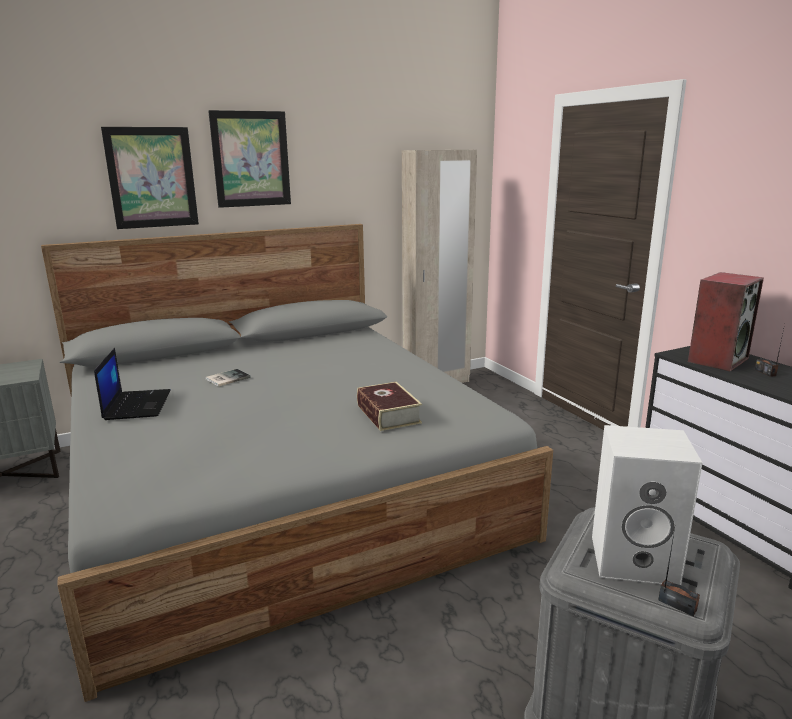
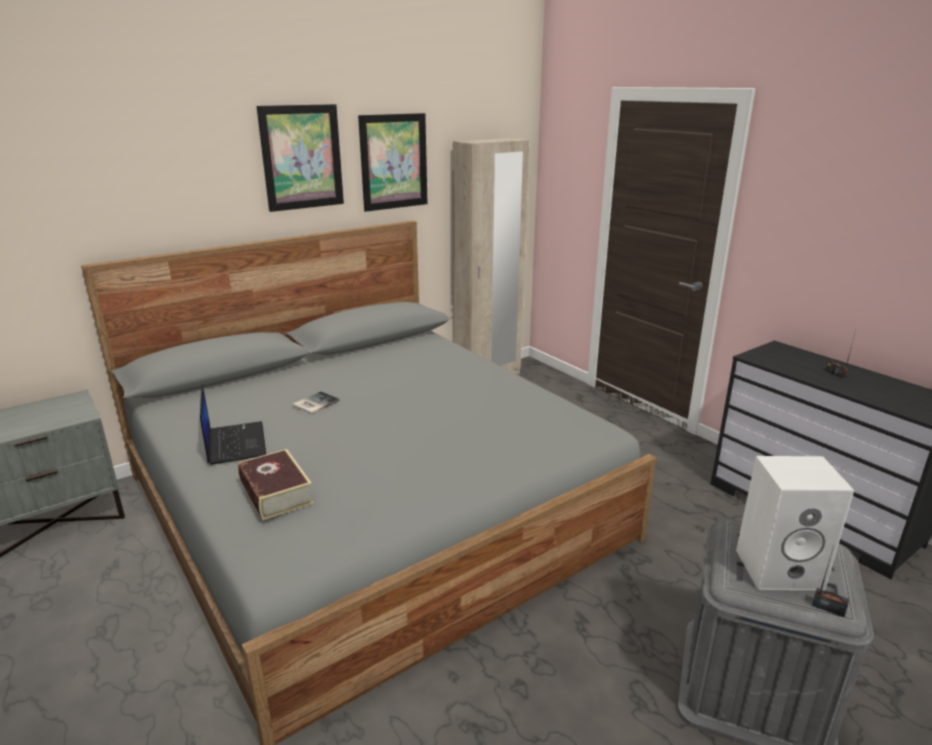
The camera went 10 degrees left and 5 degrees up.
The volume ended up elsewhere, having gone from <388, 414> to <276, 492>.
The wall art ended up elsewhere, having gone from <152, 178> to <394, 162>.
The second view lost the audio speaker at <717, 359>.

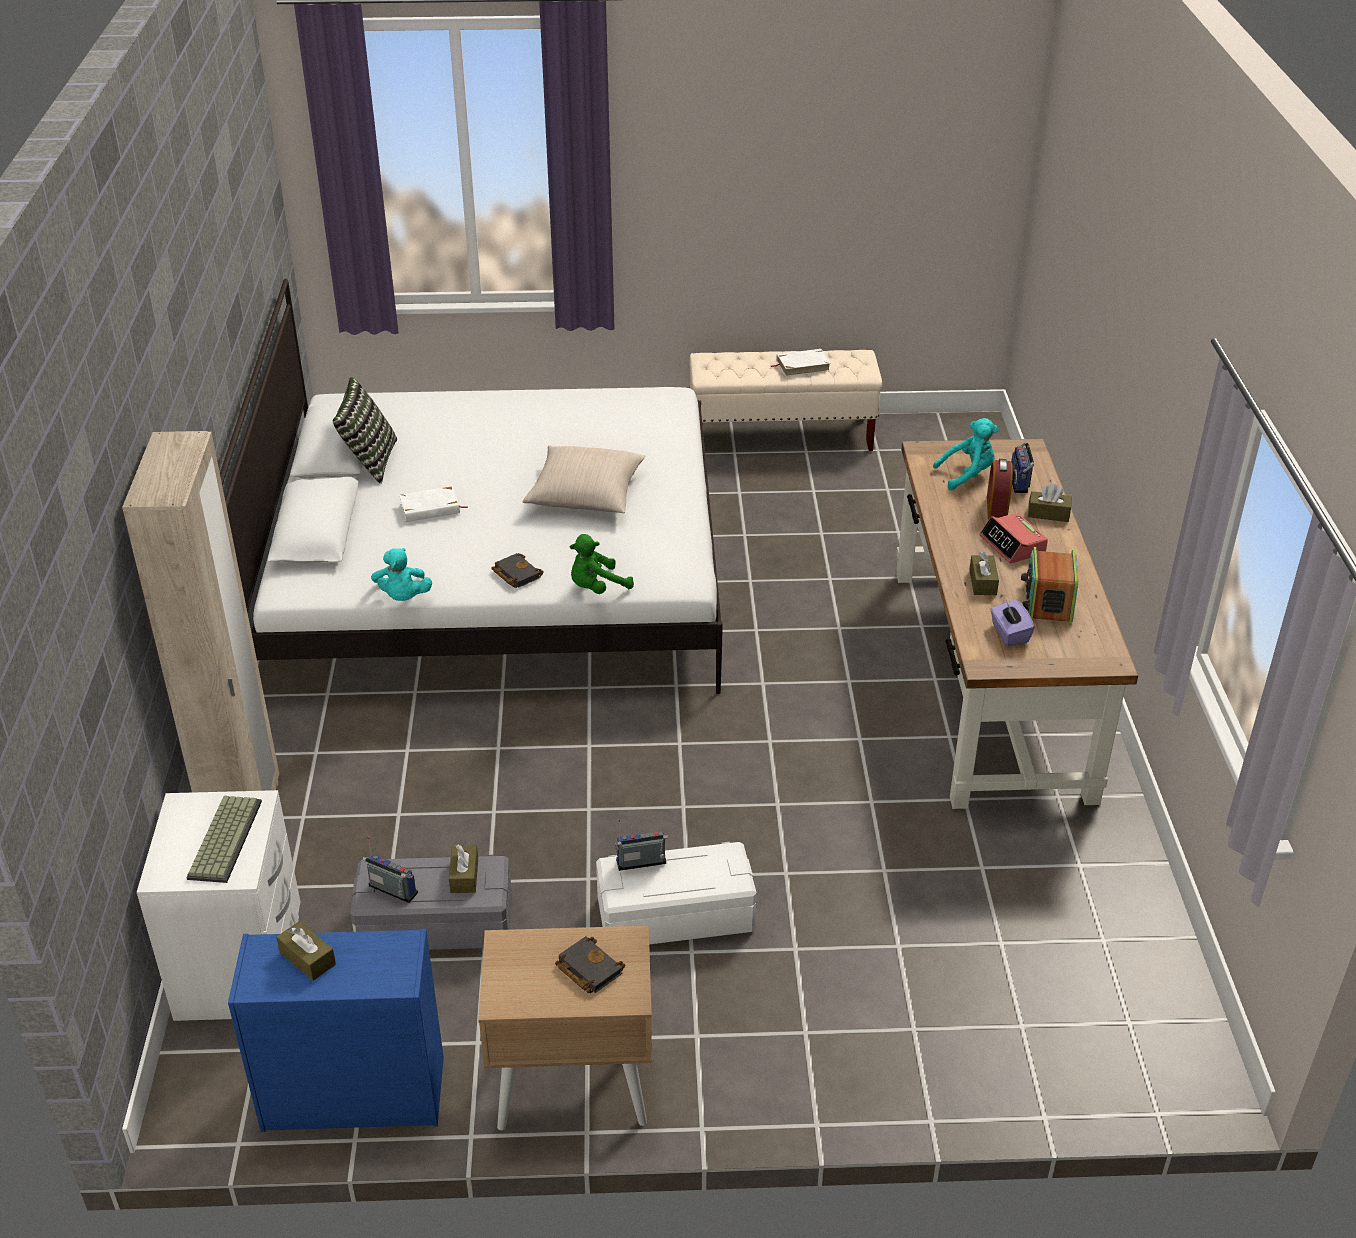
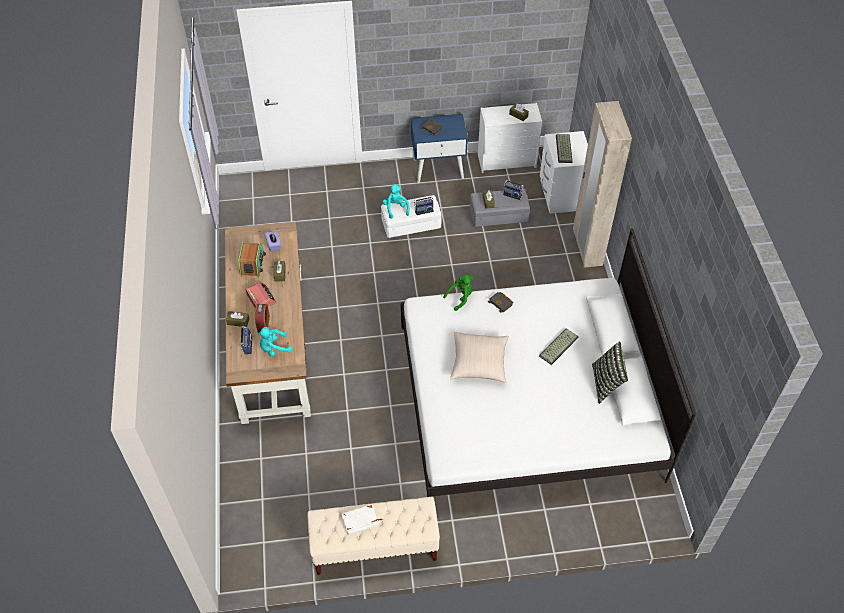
The camera went 175 degrees right and 15 degrees up.
The blue-green soft toy ended up elsewhere, having gone from <403, 597> to <396, 208>.
What was the beige-coloured night table at <571, 1082> turned into the bluish night table at <438, 168>.
What was the bluish drawer chest at <351, 1094> turned into the whitish drawer chest at <507, 161>.
Where the whitish volume stood at <430, 508>, the PC keyboard came to stand at <558, 346>.

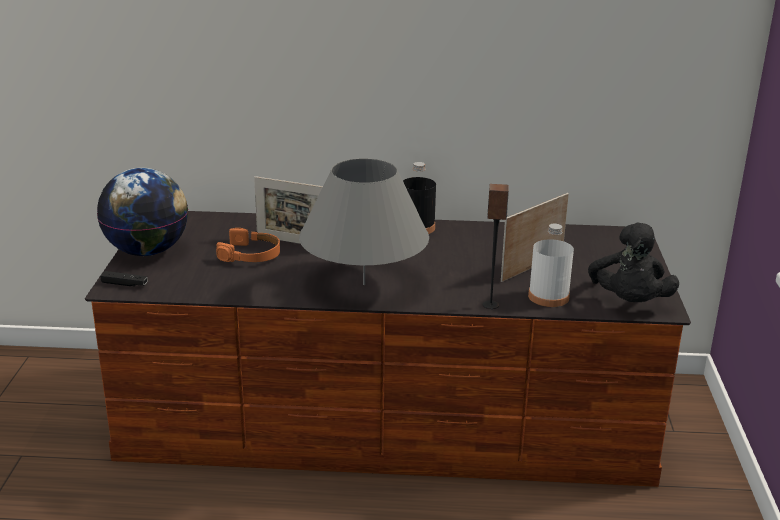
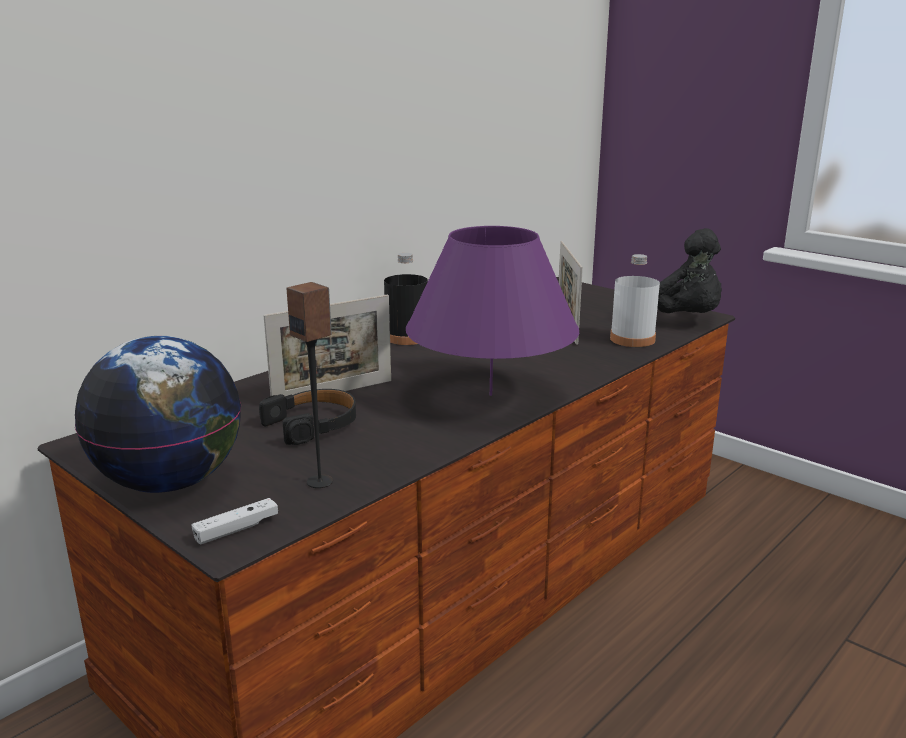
The camera went 50 degrees left and 5 degrees down.
What was the blackish joypad at <124, 284> turned into the whitish joypad at <237, 529>.
What was the orangey headphones at <251, 255> turned into the blackish headphones at <313, 424>.
The audio speaker ended up elsewhere, having gone from <491, 305> to <320, 481>.
What was the grey lamp for a table at <364, 284> turned into the purple lamp for a table at <491, 395>.

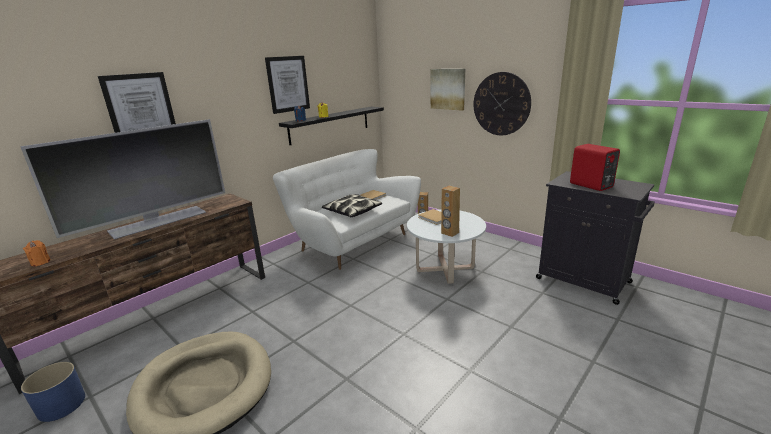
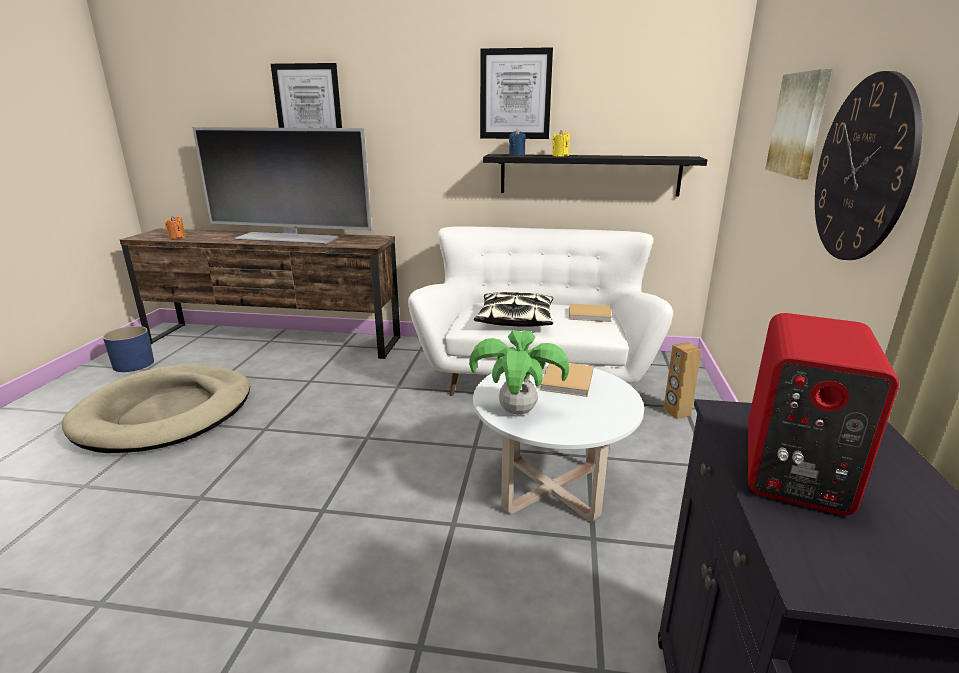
The camera went 55 degrees right and 0 degrees up.
Where the brownish audio speaker stood at <450, 233>, the potted plant came to stand at <518, 411>.

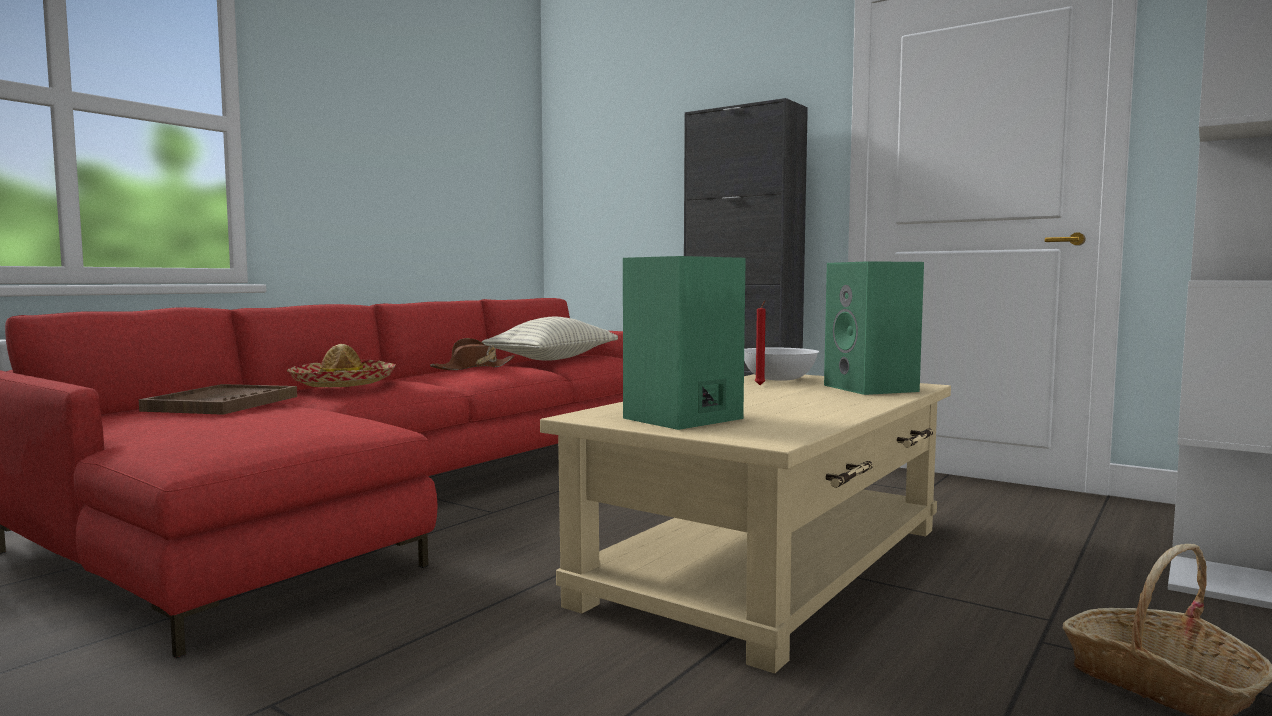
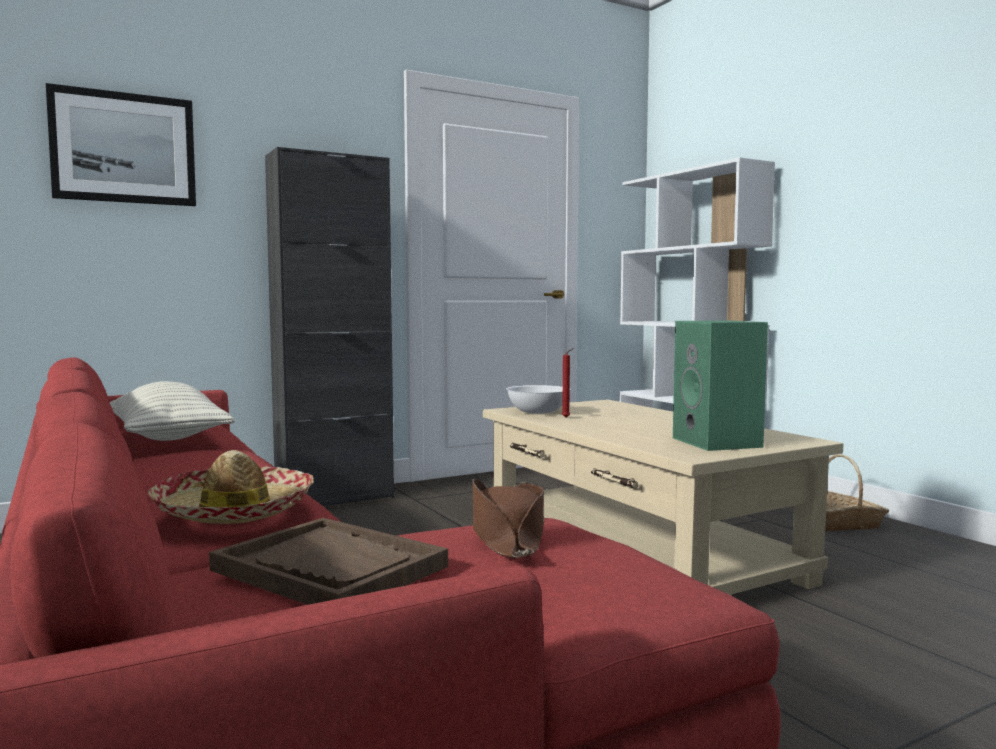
The camera went 65 degrees left and 0 degrees up.
The second view gained the wall art at <124, 148>.
The brownish wearable hat ended up elsewhere, having gone from <473, 368> to <507, 536>.
The second view lost the green audio speaker at <873, 388>.

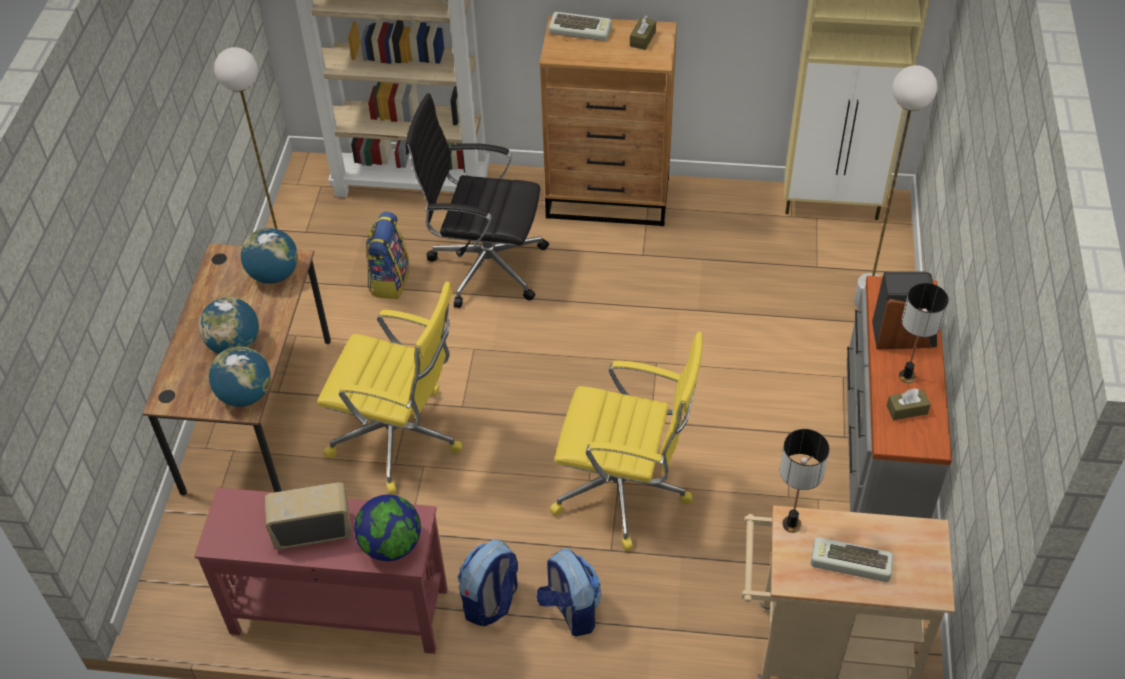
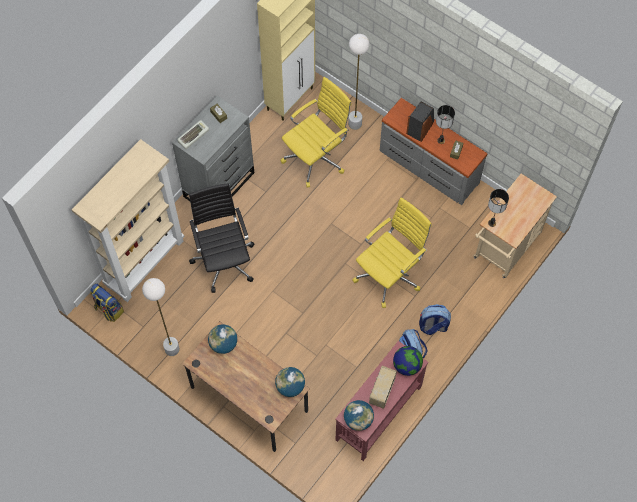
The camera went 60 degrees left and 15 degrees up.
The knapsack ended up elsewhere, having gone from <389, 280> to <108, 309>.
What was the brownish drawer chest at <609, 198> turned into the grey drawer chest at <219, 184>.
The blackish desk chair at <484, 265> ended up facing another way, 120 degrees clockwise from before.
The yellowish desk chair ended up elsewhere, having gone from <400, 438> to <316, 157>.
The globe ended up elsewhere, having gone from <234, 345> to <358, 420>.
The second view lost the PC keyboard at <850, 564>.

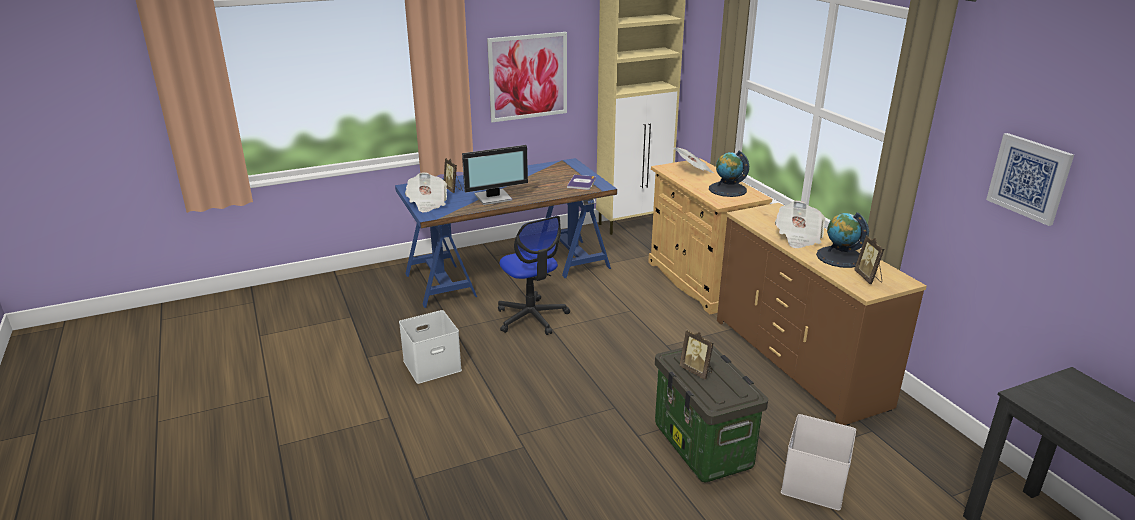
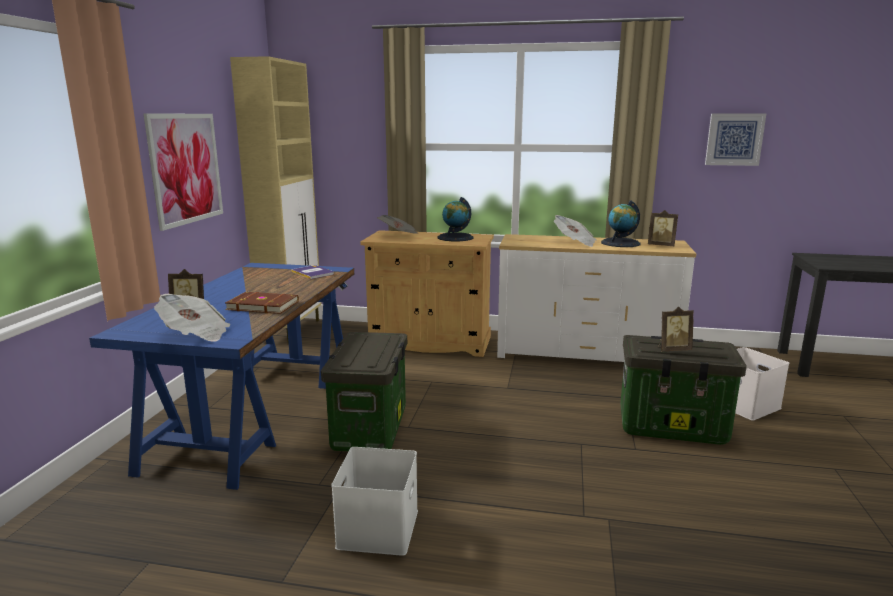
The camera went 55 degrees left and 10 degrees down.
Where the monitor stood at <494, 198>, the brownish volume came to stand at <263, 305>.
Where the desk chair stood at <531, 317>, the storage container came to stand at <371, 430>.
What was the brownish drawer chest at <799, 361> turned into the whitish drawer chest at <585, 354>.

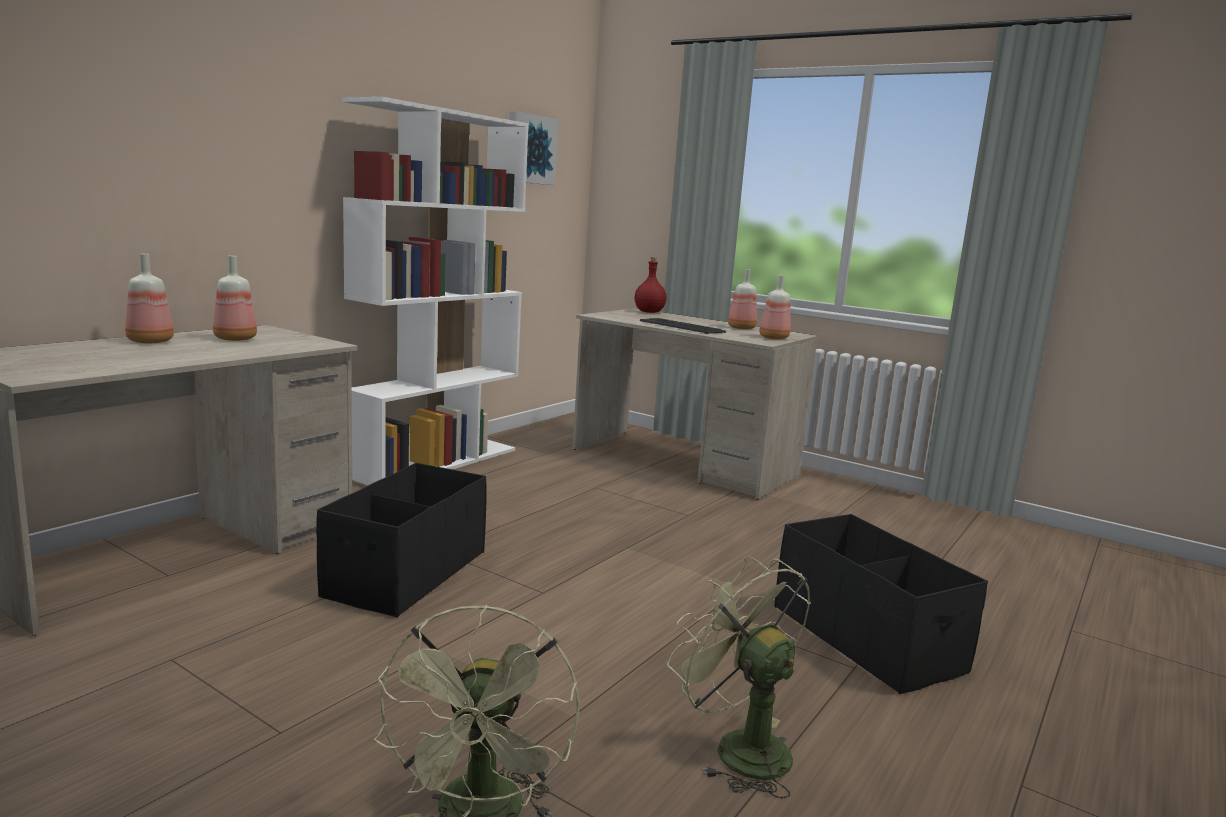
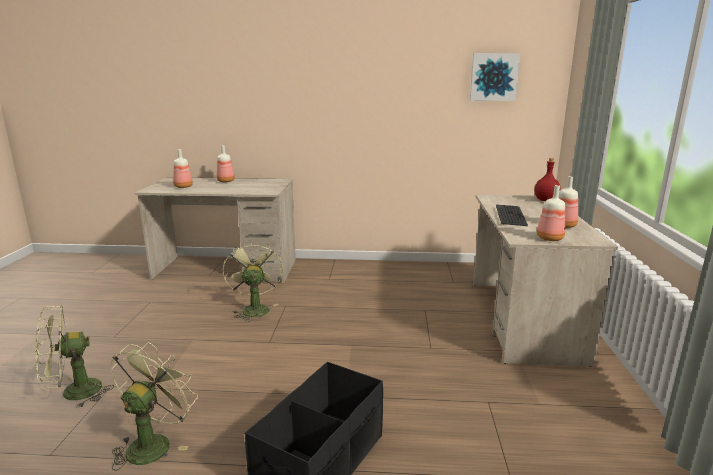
The camera went 60 degrees right and 5 degrees up.
The bottle ended up elsewhere, having gone from <235, 339> to <182, 187>.
Where the blackish storage container stood at <406, 573>, the green fan came to stand at <254, 308>.
The second view lost the whitish bookshelf at <436, 462>.

